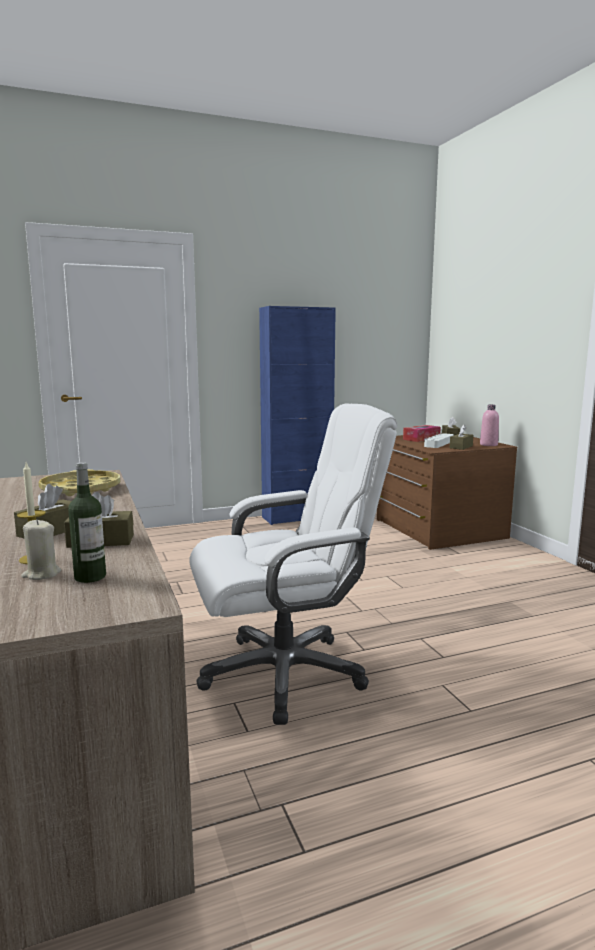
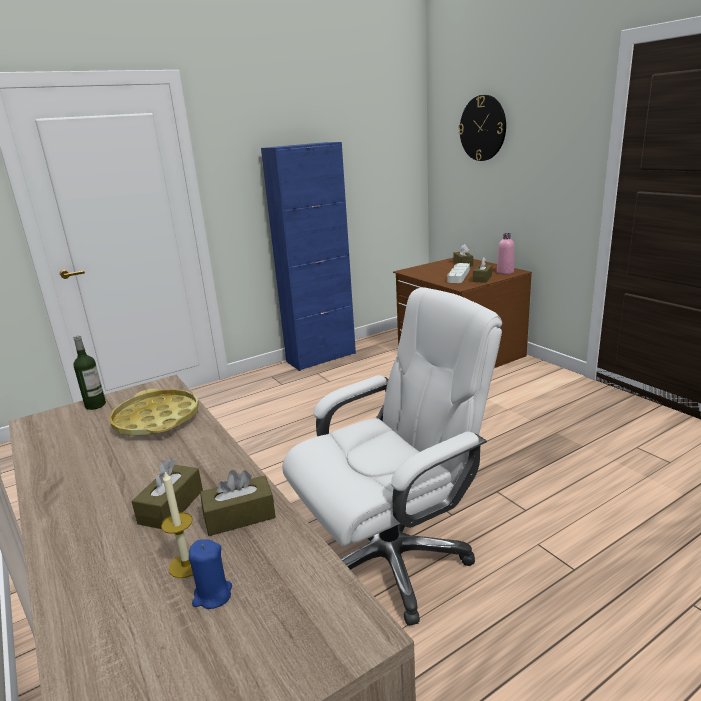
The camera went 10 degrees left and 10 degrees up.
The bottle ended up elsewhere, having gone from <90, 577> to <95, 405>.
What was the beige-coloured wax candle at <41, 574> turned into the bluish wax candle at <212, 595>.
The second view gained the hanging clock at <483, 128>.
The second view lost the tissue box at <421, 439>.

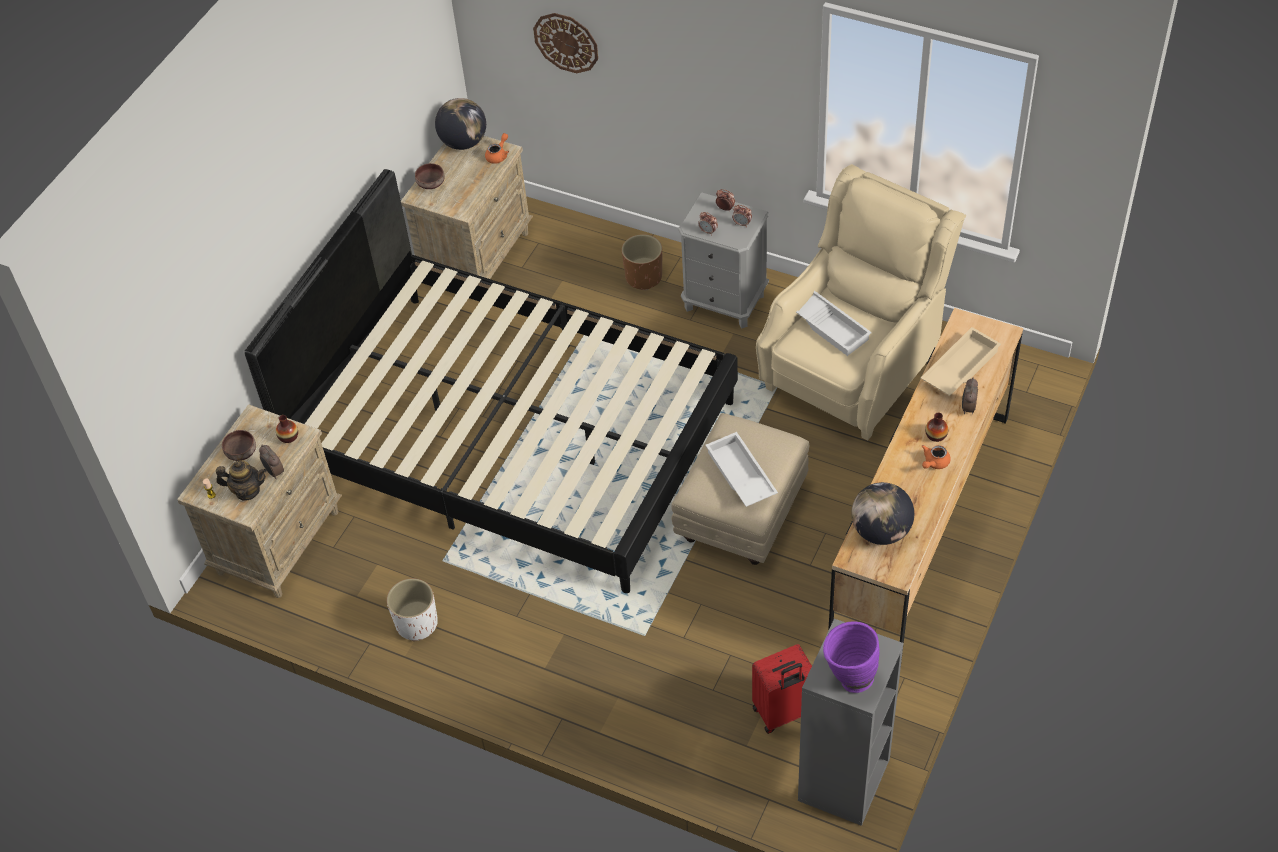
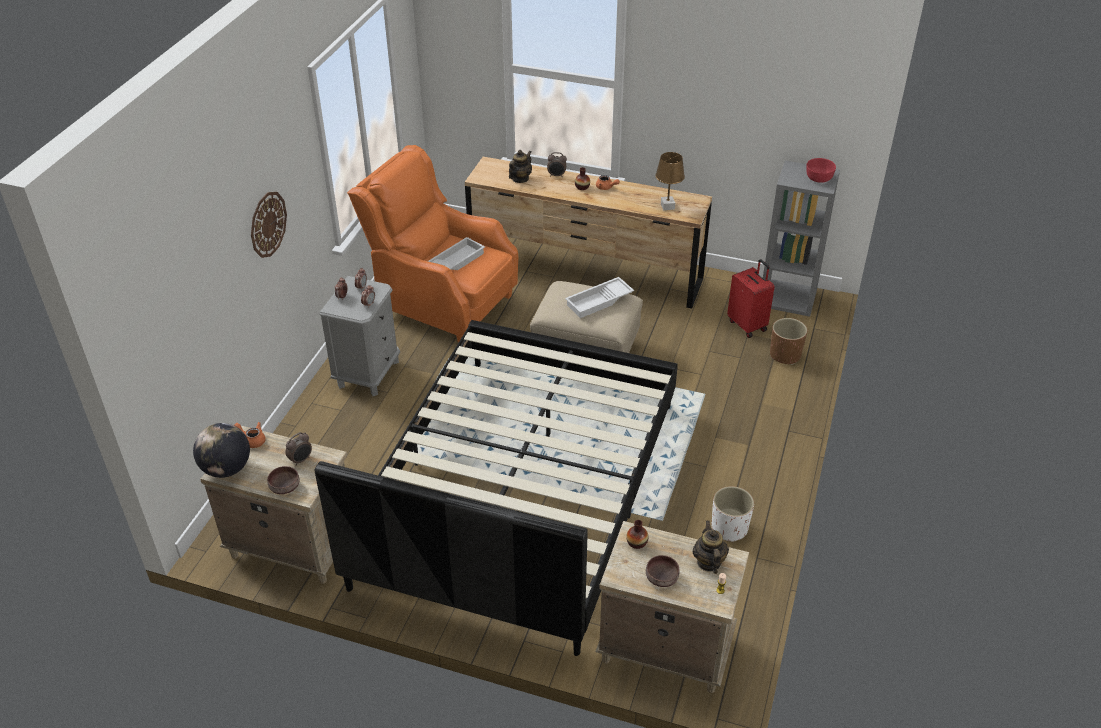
The camera went 100 degrees left and 10 degrees down.
The hanging clock ended up elsewhere, having gone from <566, 42> to <267, 224>.
The table clock ended up elsewhere, having gone from <274, 472> to <301, 460>.
What was the beige-coloured armchair at <853, 369> turned into the orangey armchair at <443, 304>.
Where the beige-coloured serving tray stood at <959, 367>, the teapot came to stand at <520, 179>.
Where the globe stood at <881, 531>, the brownish lamp for a table came to stand at <668, 206>.
The brownish flower pot ended up elsewhere, having gone from <644, 277> to <785, 355>.
Where the purple flower vase stood at <848, 678>, the reddish deep dish came to stand at <819, 177>.

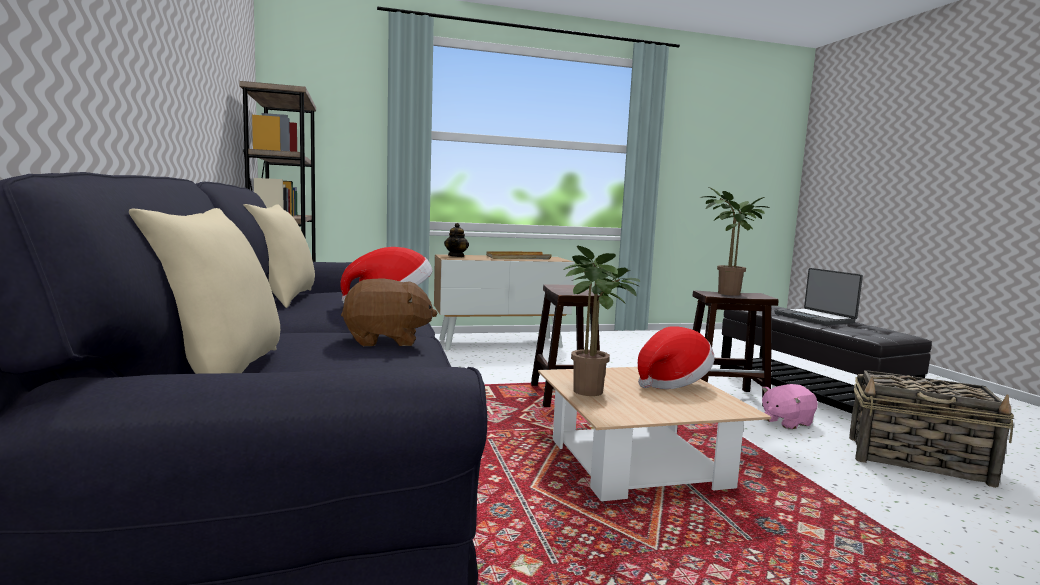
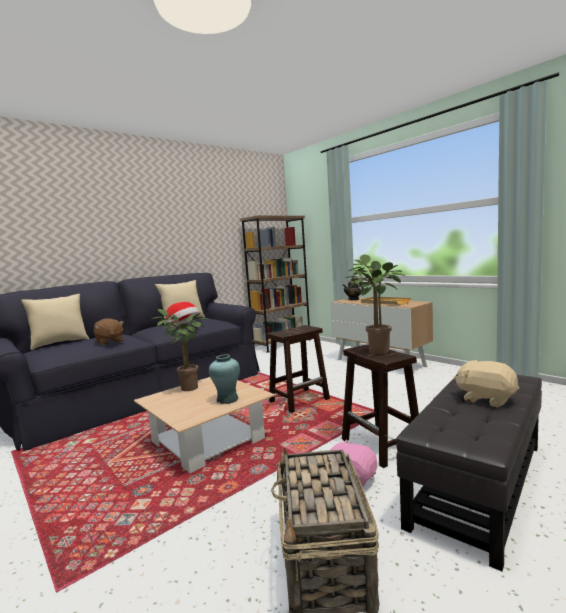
The camera went 65 degrees right and 0 degrees up.
Where the wearable hat stood at <672, 382>, the blue-green flower vase came to stand at <227, 399>.
Where the portable computer stood at <815, 318>, the beige-coloured soft toy came to stand at <486, 399>.

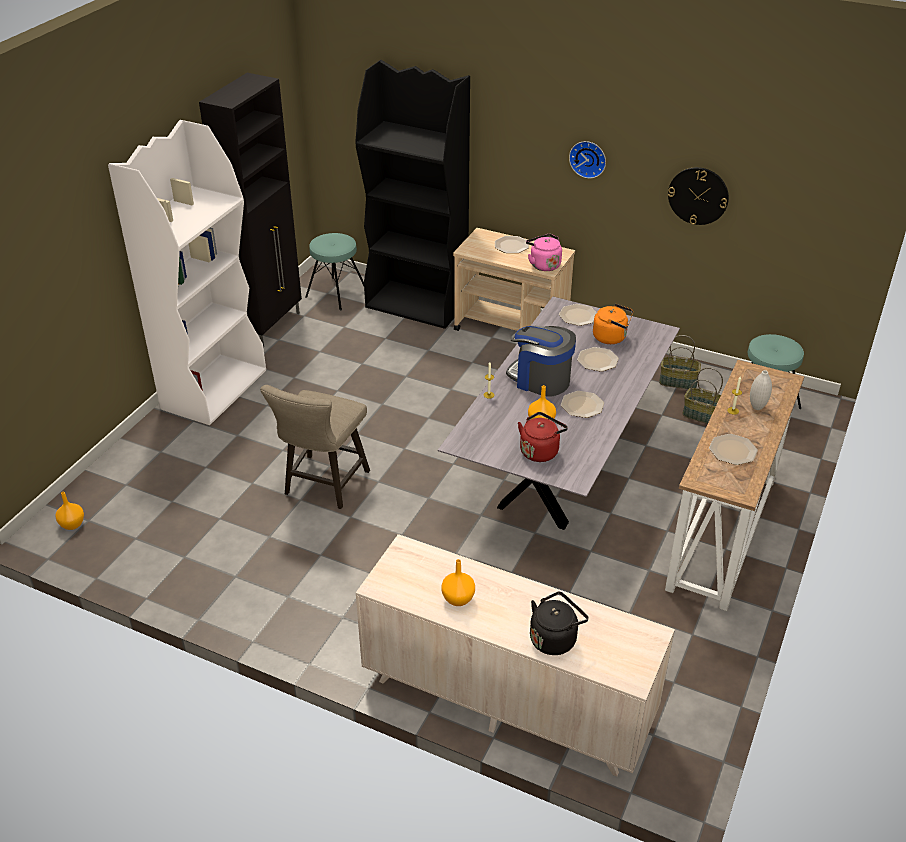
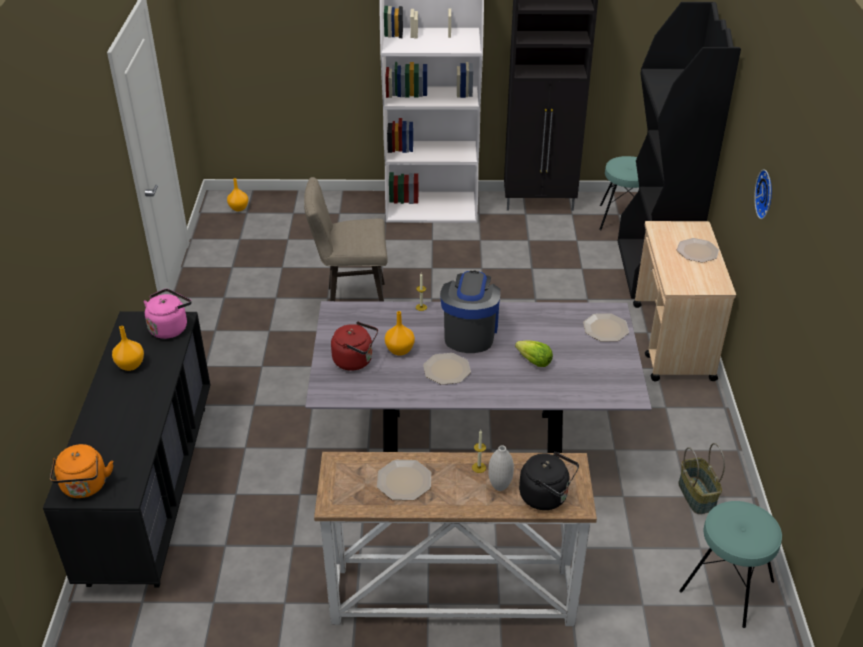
The camera went 65 degrees right and 0 degrees up.
What was the beige-coloured drawer chest at <507, 699> turned into the blackish drawer chest at <151, 489>.
The orangey water kettle ended up elsewhere, having gone from <611, 337> to <85, 487>.
The pink-coloured water kettle ended up elsewhere, having gone from <543, 264> to <170, 327>.
Where the flat dish stood at <598, 360>, the lettuce head came to stand at <534, 362>.
The blackish water kettle ended up elsewhere, having gone from <555, 638> to <546, 496>.
The second view lost the hanging clock at <698, 195>.
The second view lost the storage basket at <703, 415>.

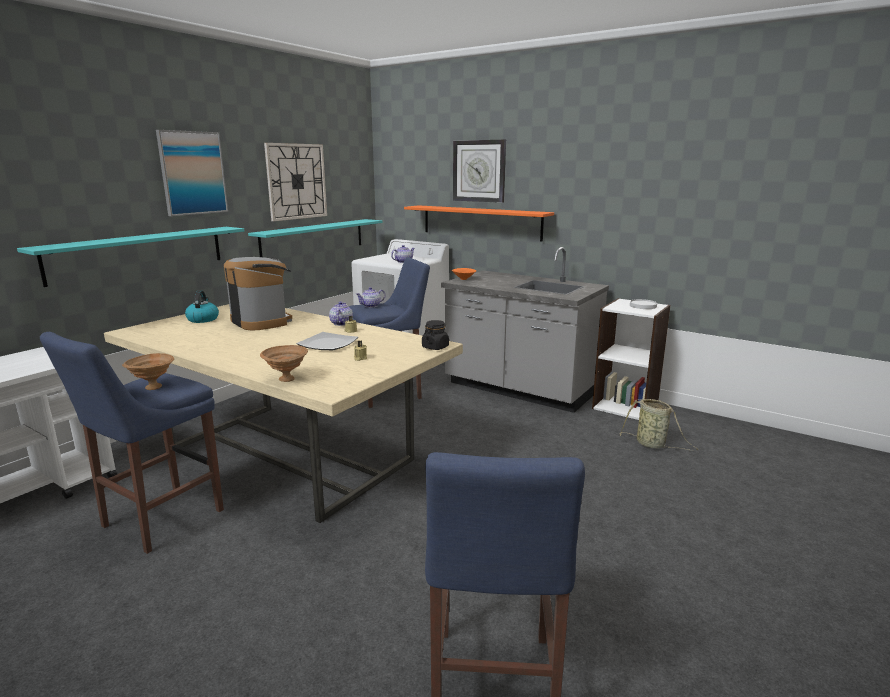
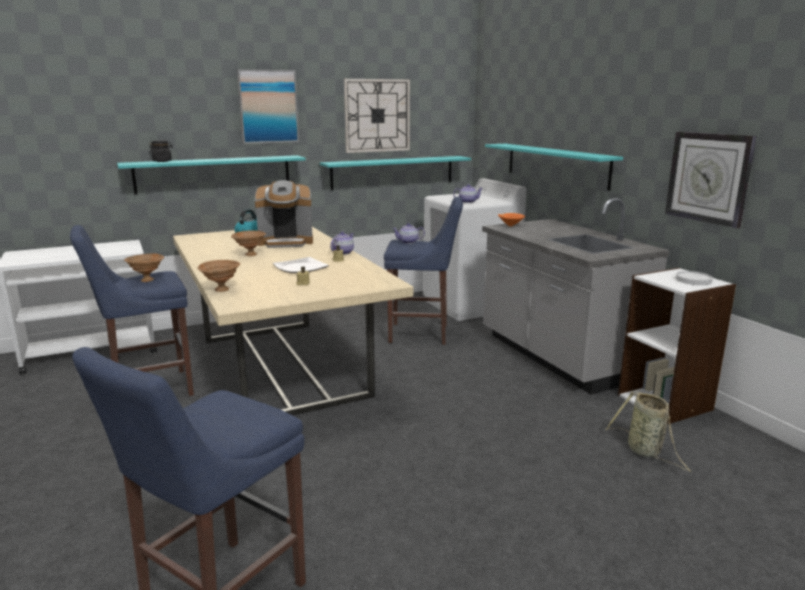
The camera went 30 degrees right and 0 degrees up.
The blackish preserve jar ended up elsewhere, having gone from <435, 347> to <162, 161>.
The second view gained the brownish deep dish at <250, 255>.
The coffee brewer at <261, 321> ended up facing another way, 90 degrees clockwise from before.
What was the orangey bracket shelf at <480, 222> turned into the blue-green bracket shelf at <556, 165>.
The hanging clock ended up elsewhere, having gone from <479, 171> to <708, 177>.

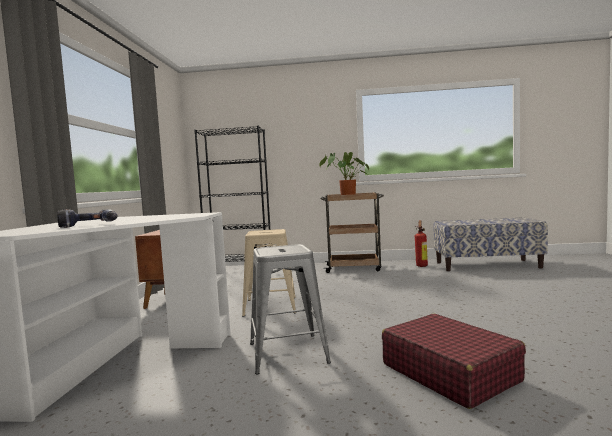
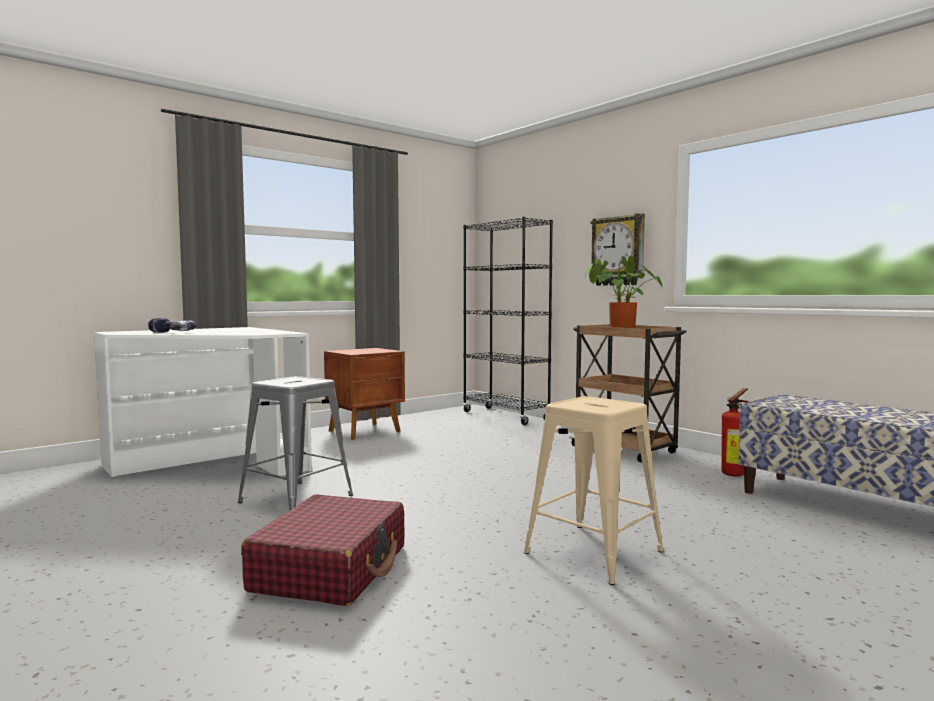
The camera went 45 degrees right and 0 degrees up.
The beige-coloured sitting stool ended up elsewhere, having gone from <271, 306> to <594, 552>.
The second view gained the hanging clock at <618, 251>.

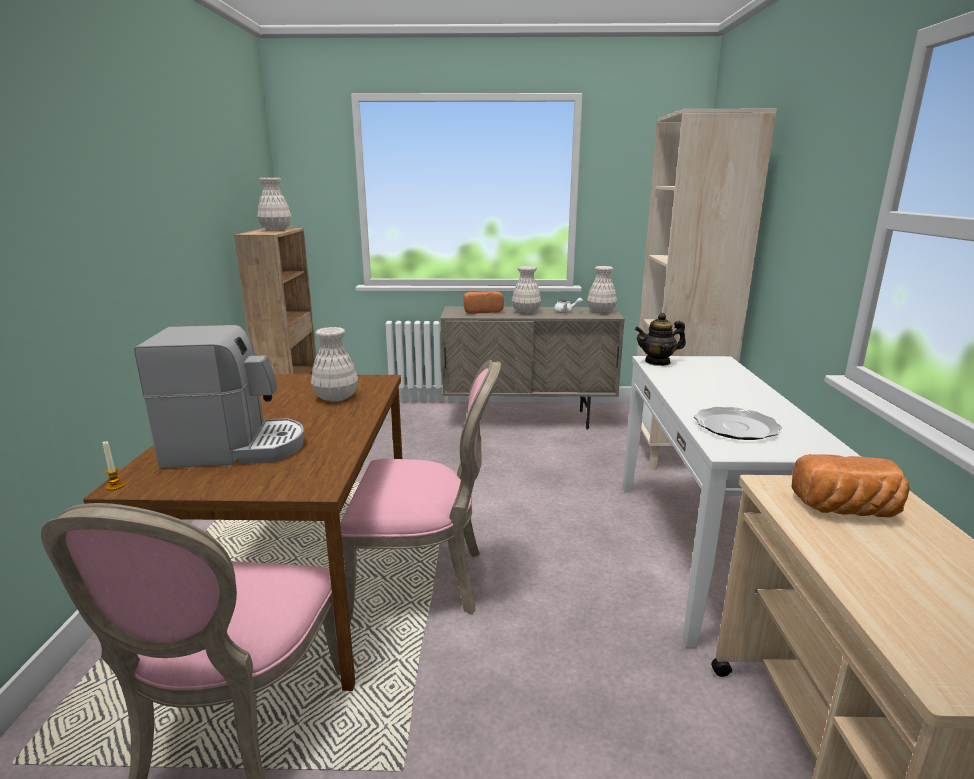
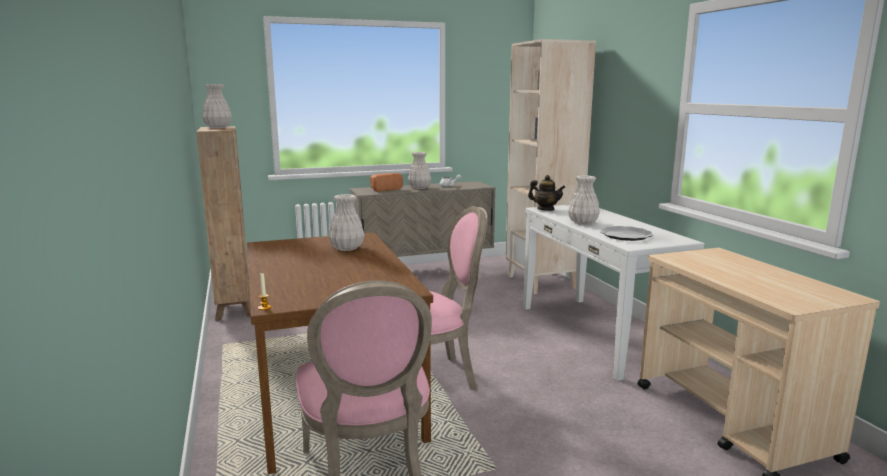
The camera went 20 degrees left and 5 degrees down.
The teapot at <657, 362> ended up facing another way, 120 degrees counterclockwise from before.
The whitish flower vase ended up elsewhere, having gone from <601, 312> to <583, 223>.
The second view lost the coffee brewer at <236, 448>.
The second view lost the baked bread at <847, 510>.

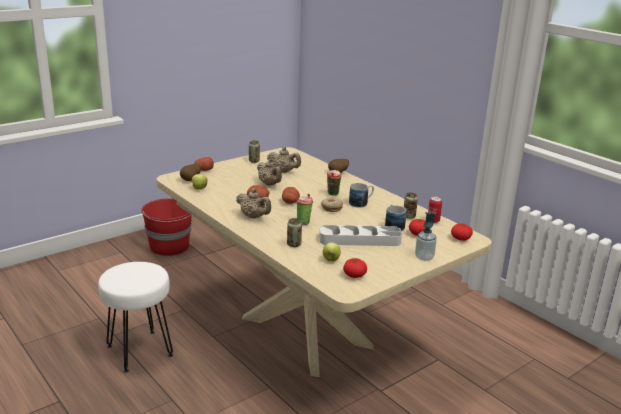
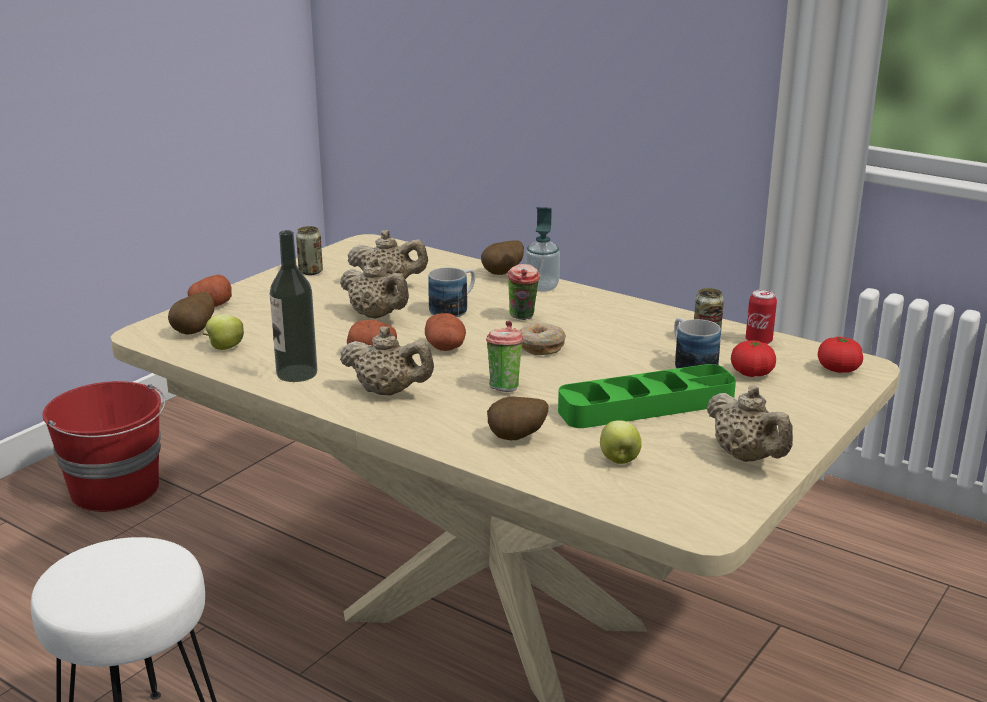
The camera went 15 degrees left and 0 degrees up.
The second view gained the bottle at <297, 373>.
The coffee mug ended up elsewhere, having gone from <361, 203> to <454, 308>.
Where the can stood at <294, 244>, the whole potato came to stand at <516, 439>.
The soap dispenser ended up elsewhere, having gone from <424, 257> to <542, 287>.
What was the grey serving tray at <359, 240> turned into the green serving tray at <646, 405>.
The second view gained the beige-coloured teapot at <746, 457>.
The second view lost the fresh tomato at <354, 275>.

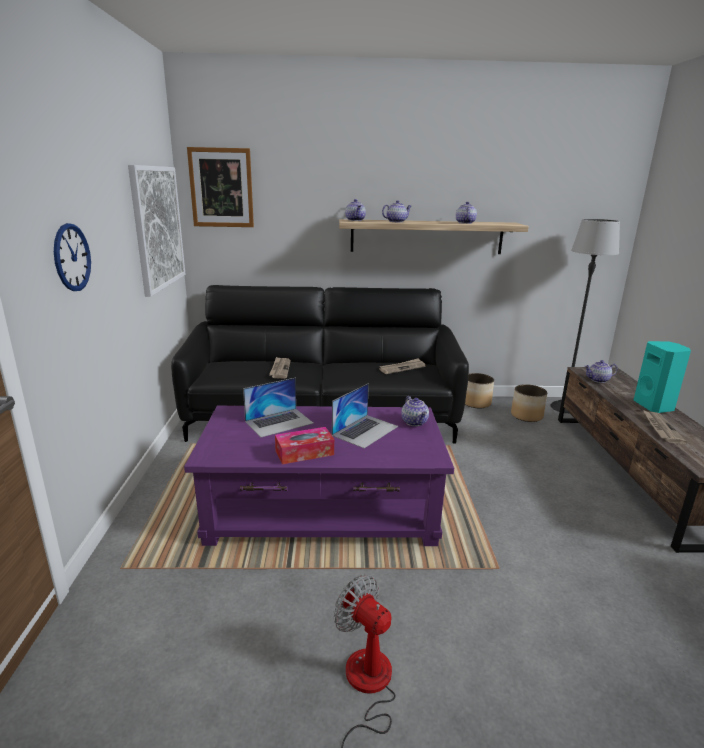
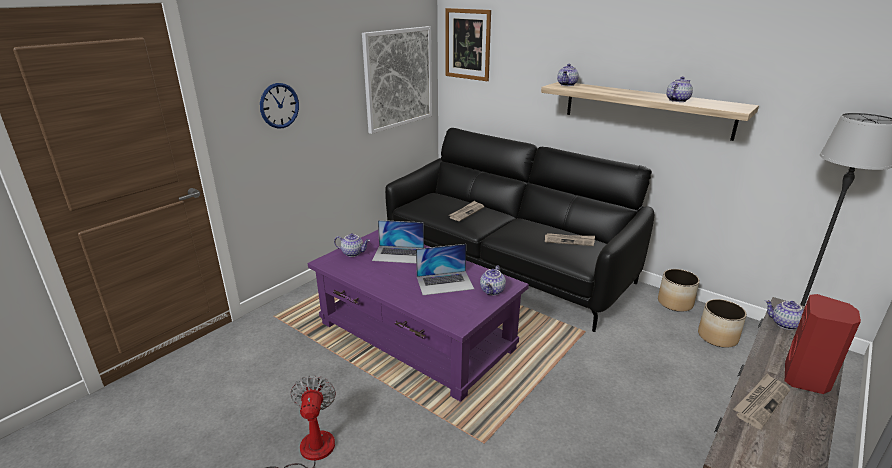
The camera went 40 degrees right and 5 degrees up.
The teapot ended up elsewhere, having gone from <396, 221> to <353, 253>.
What was the blue-green audio speaker at <654, 406> turned into the reddish audio speaker at <806, 379>.
The second view lost the tissue box at <304, 453>.

